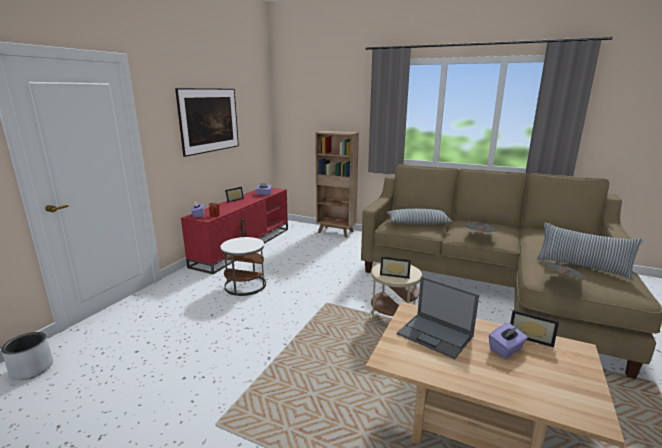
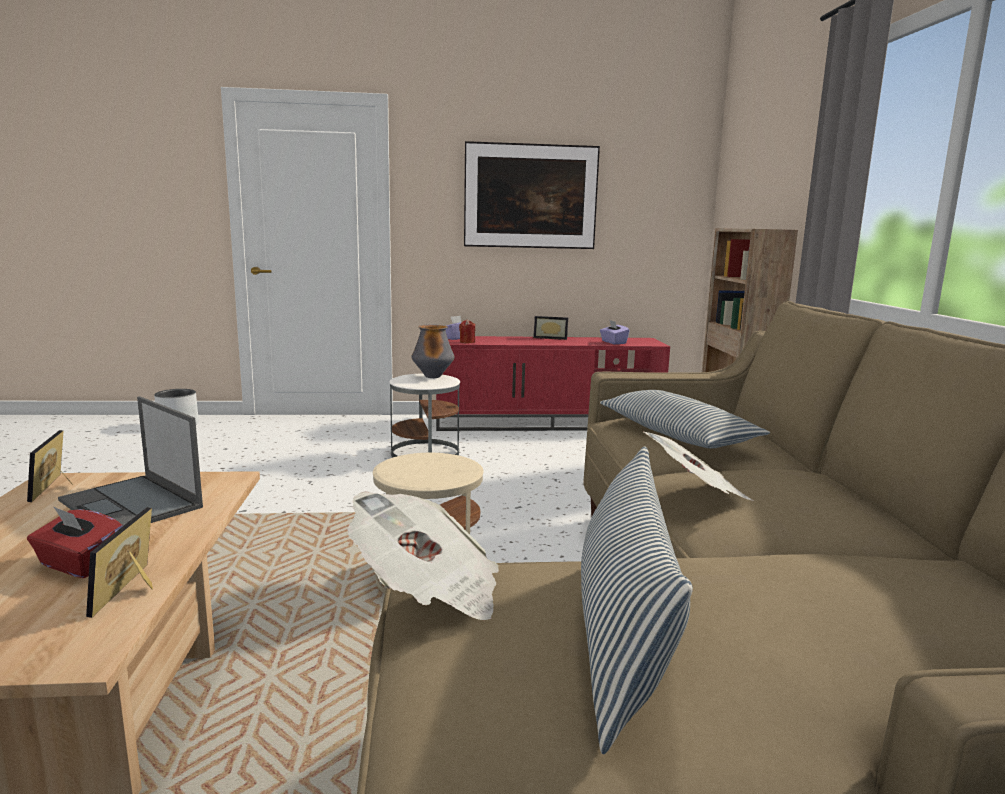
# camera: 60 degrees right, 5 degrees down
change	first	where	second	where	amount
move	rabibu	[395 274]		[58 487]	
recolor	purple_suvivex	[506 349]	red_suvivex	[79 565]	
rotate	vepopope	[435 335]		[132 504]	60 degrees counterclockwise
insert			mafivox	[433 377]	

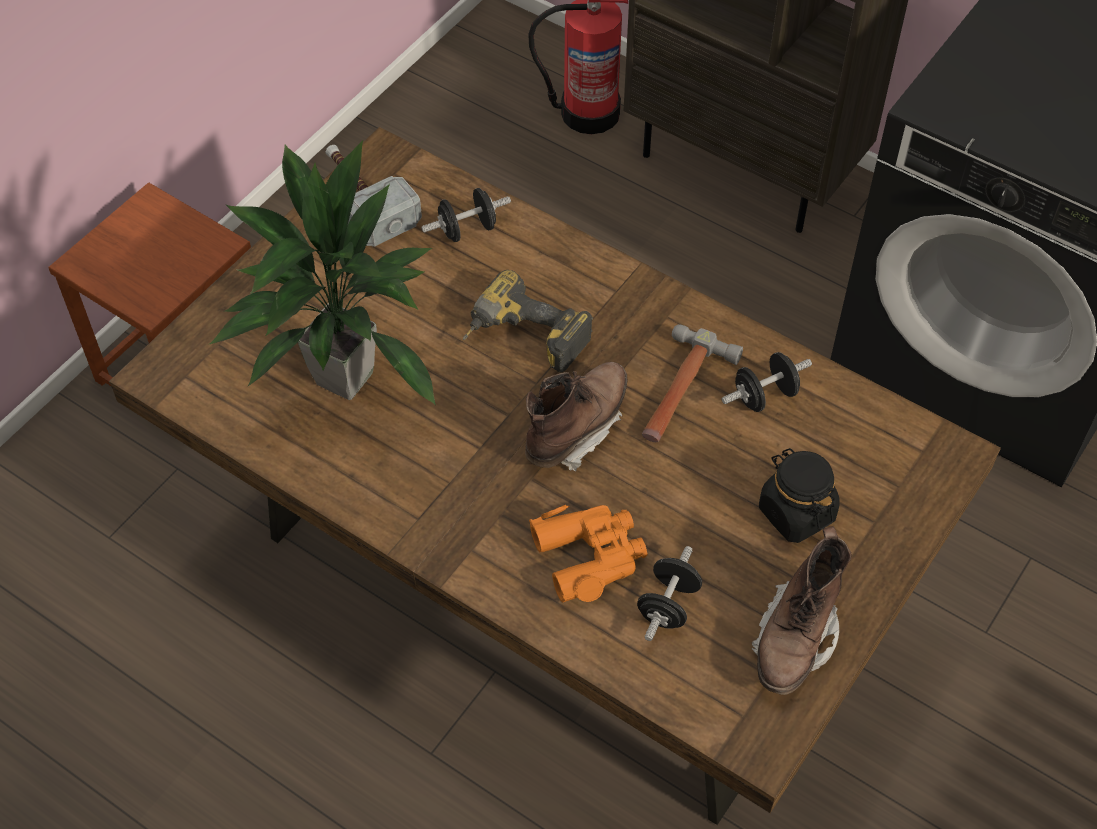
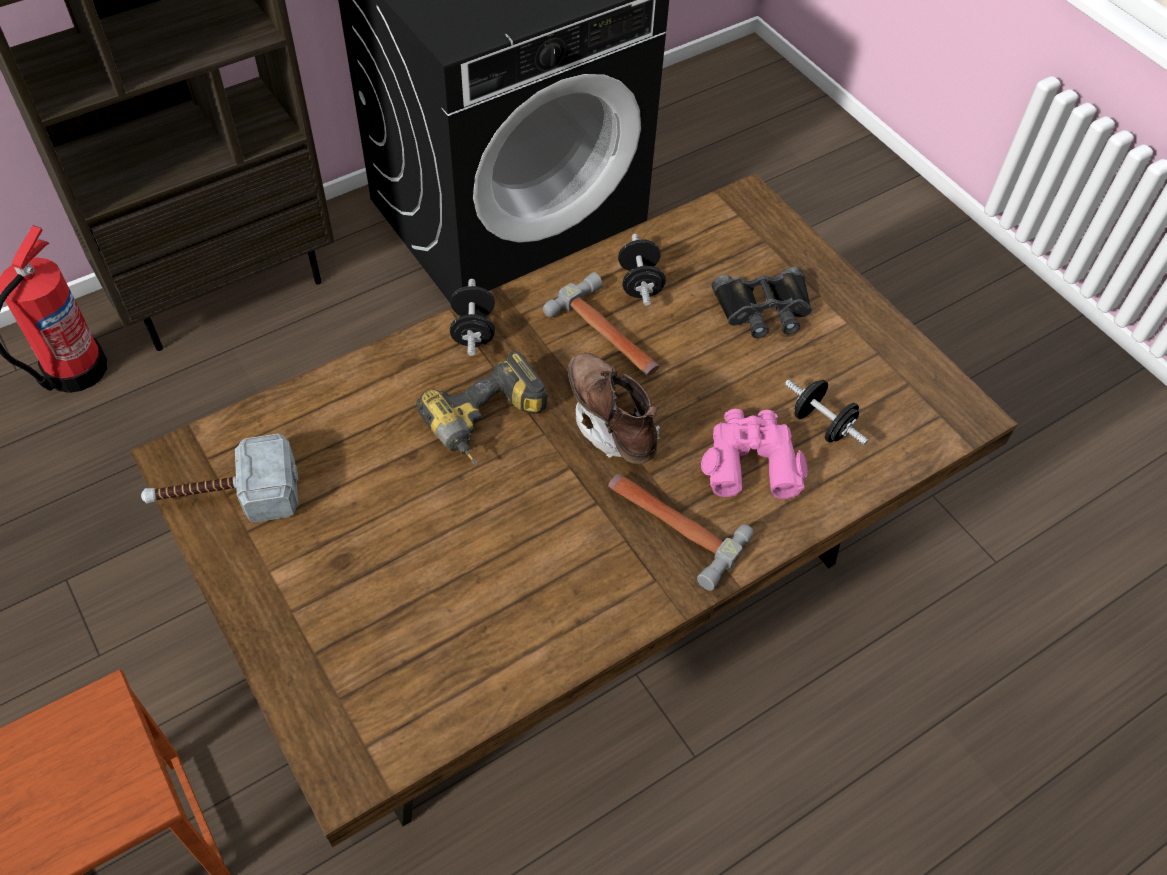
# camera: 70 degrees left, 0 degrees up
change	first	where	second	where	amount
move	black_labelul	[467 229]		[473 331]	
insert			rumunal	[671 525]	
recolor	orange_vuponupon	[590 555]	pink_vuponupon	[751 460]	
replace	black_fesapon	[796 512]	black_vuponupon	[764 309]	
delete	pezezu	[342 379]			
delete	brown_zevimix	[795 639]			

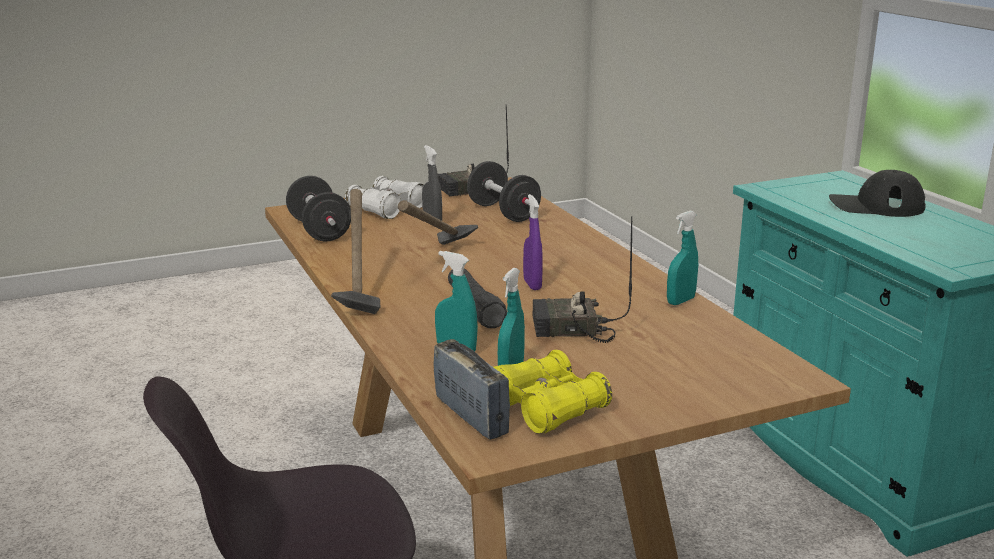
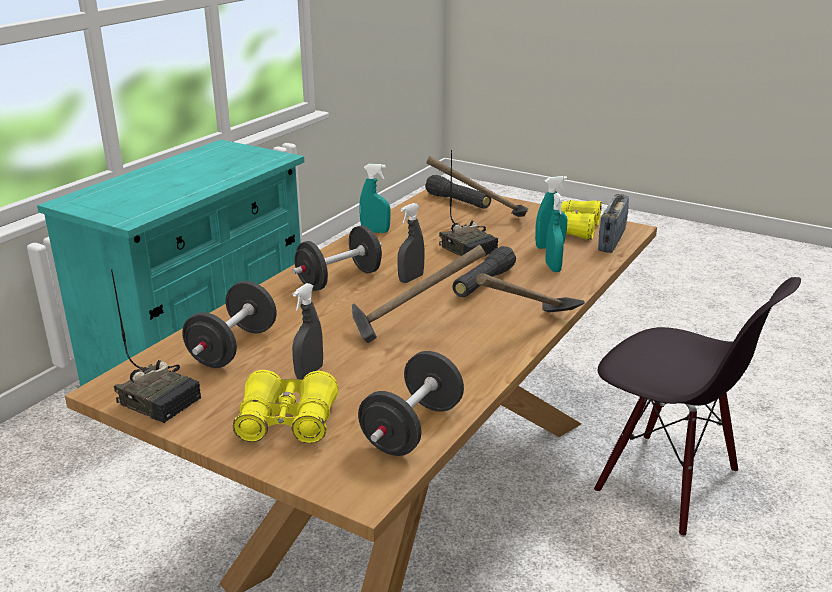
# camera: 125 degrees left, 5 degrees up
change	first	where	second	where	amount
recolor	white_vuponupon	[387 209]	yellow_vuponupon	[287 422]	
insert			black_labelul	[339 279]	
recolor	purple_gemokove	[532 284]	grey_gemokove	[411 279]	
insert			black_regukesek	[458 201]	
insert			rumunal	[481 220]	
delete	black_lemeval	[876 206]			

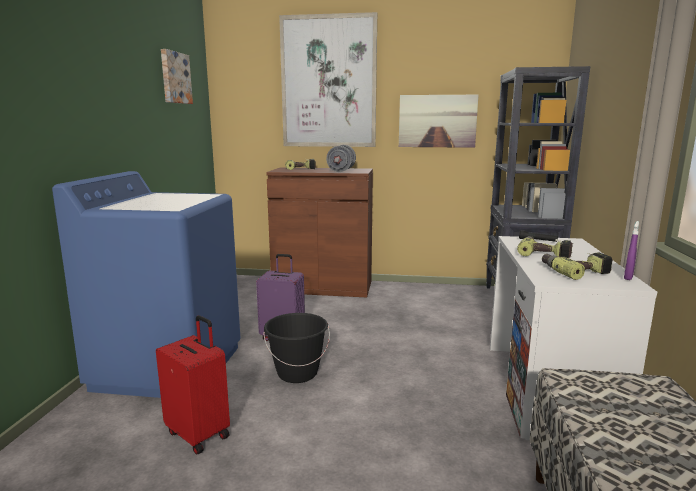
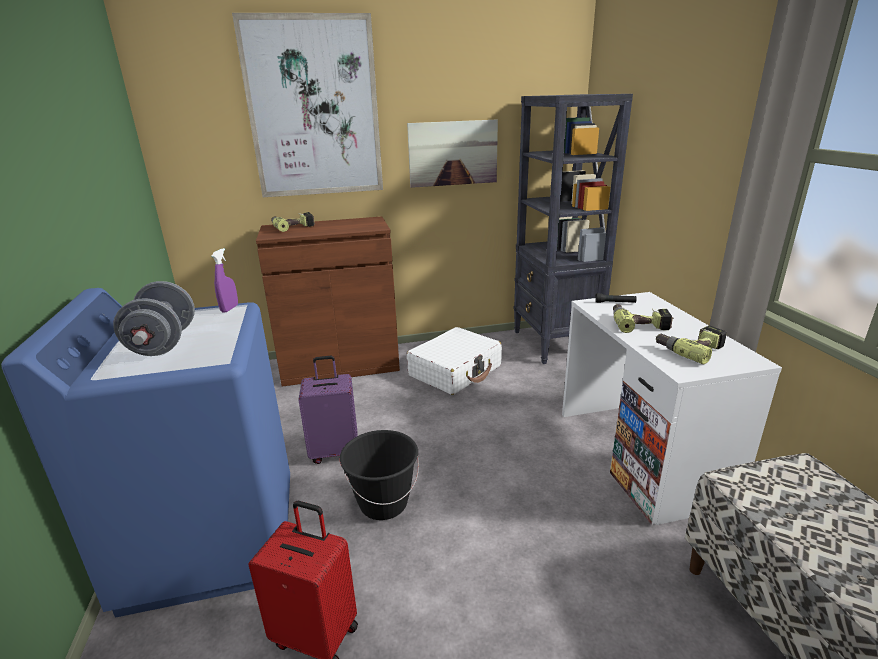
# camera: 20 degrees left, 10 degrees up
change	first	where	second	where	amount
move	grey_labelul	[341 170]		[163 343]	
move	purple_gemokove	[628 277]		[229 308]	
insert			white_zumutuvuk	[455 371]	
delete	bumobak	[174 78]			

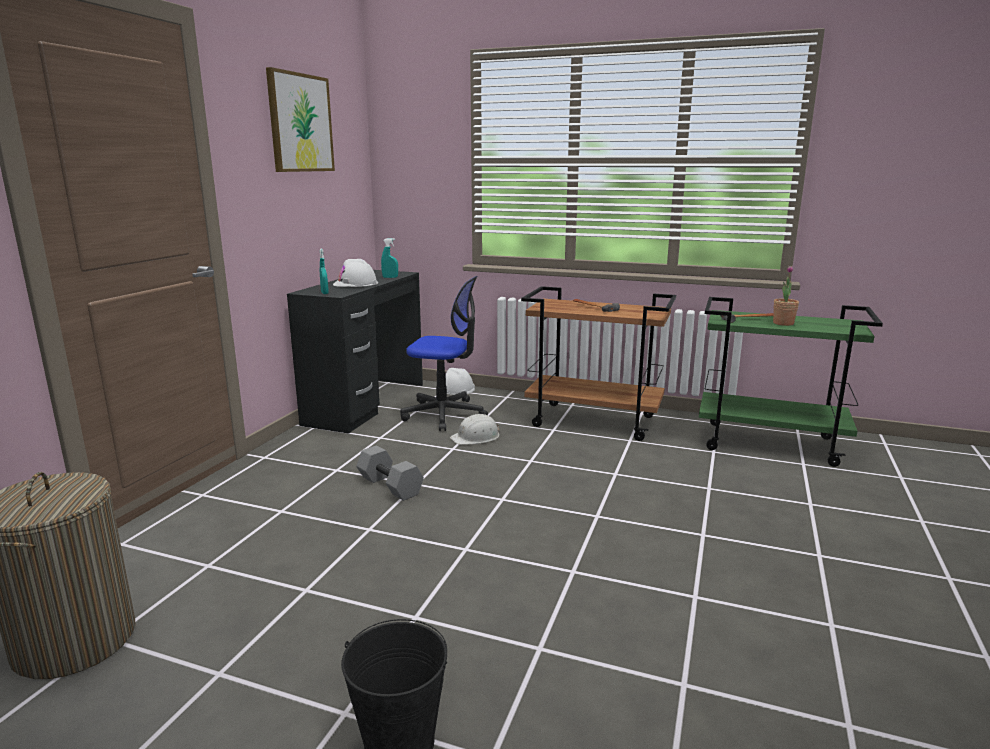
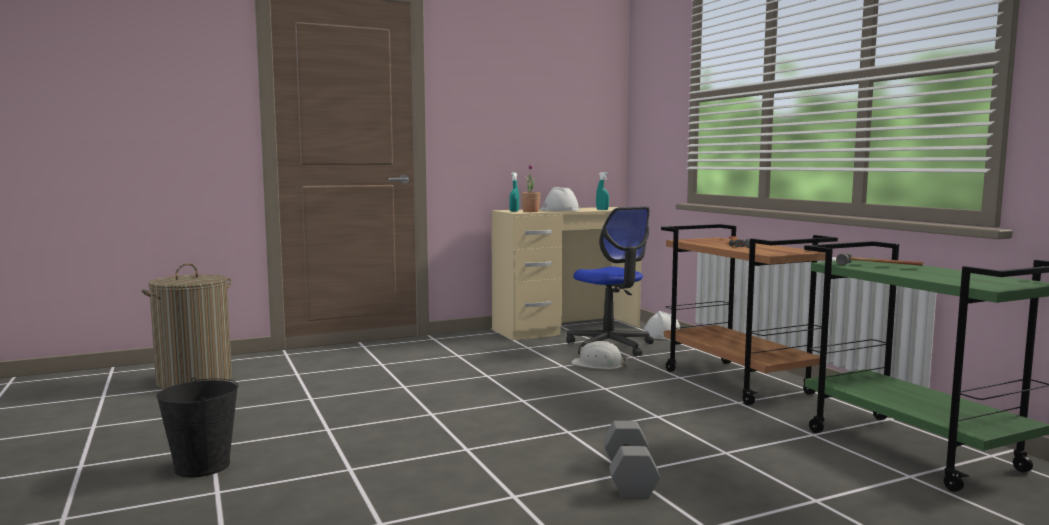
# camera: 45 degrees right, 10 degrees down
change	first	where	second	where	amount
recolor	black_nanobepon	[365 403]	beige_nanobepon	[566 328]	
move	pezezu	[783 323]		[531 211]	
move	grey_labelul	[391 486]		[631 478]	
delete	bumobak	[300 123]			

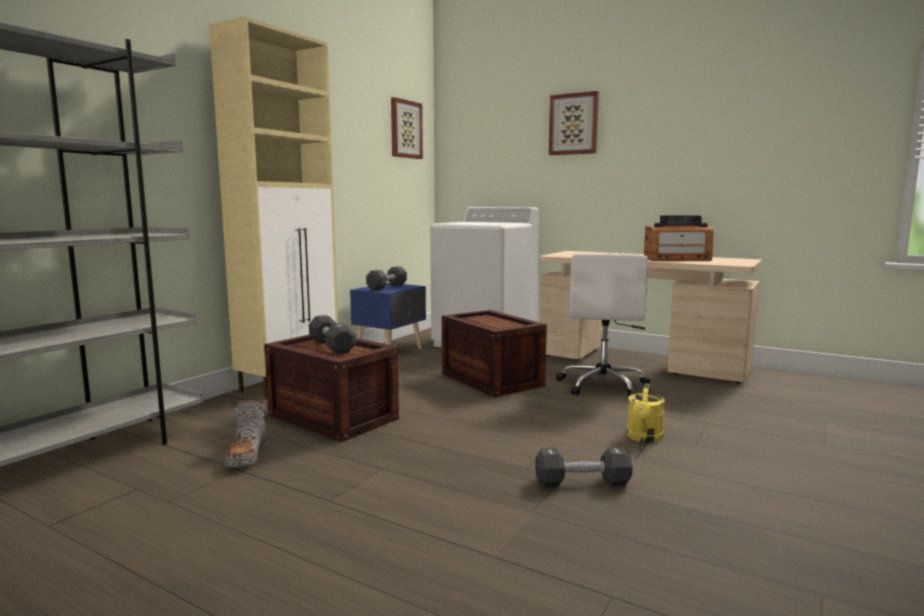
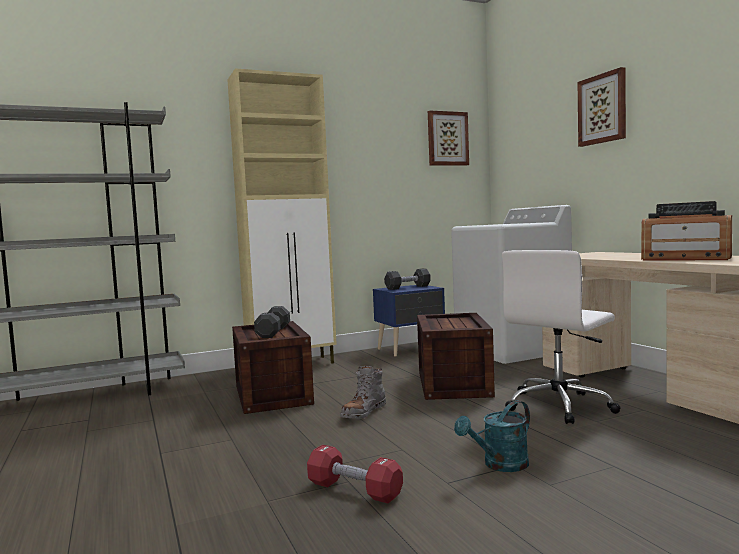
# camera: 35 degrees right, 5 degrees down
change	first	where	second	where	amount
recolor	black_labelul	[582 483]	red_labelul	[354 490]	
move	grey_zevimix	[247 455]		[363 412]	
recolor	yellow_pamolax	[644 438]	turquoise_pamolax	[500 465]	

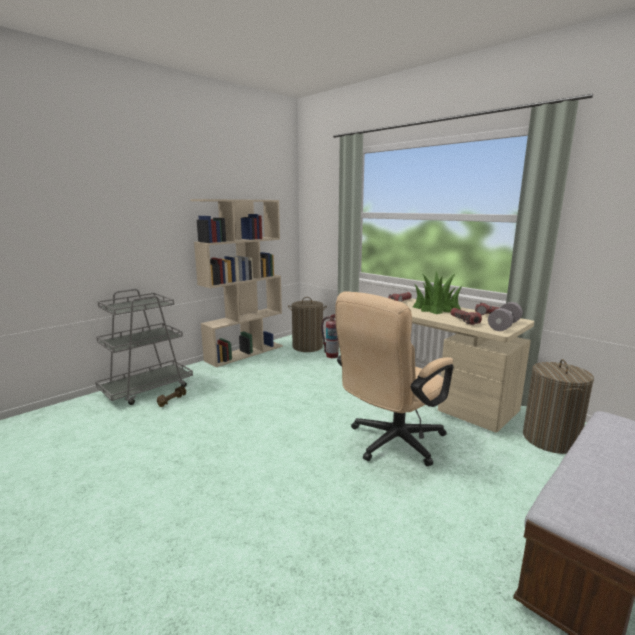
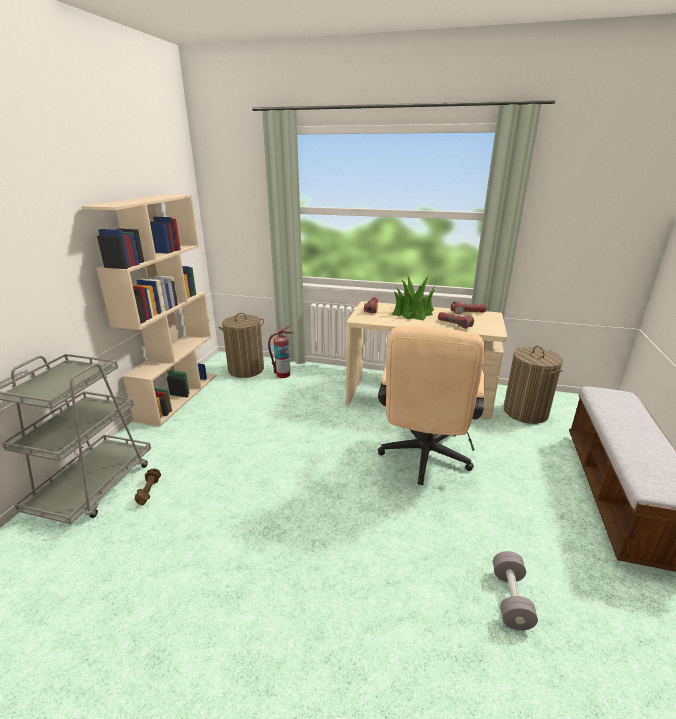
# camera: 30 degrees left, 10 degrees up
change	first	where	second	where	amount
move	grey_labelul	[504 326]		[510 599]	

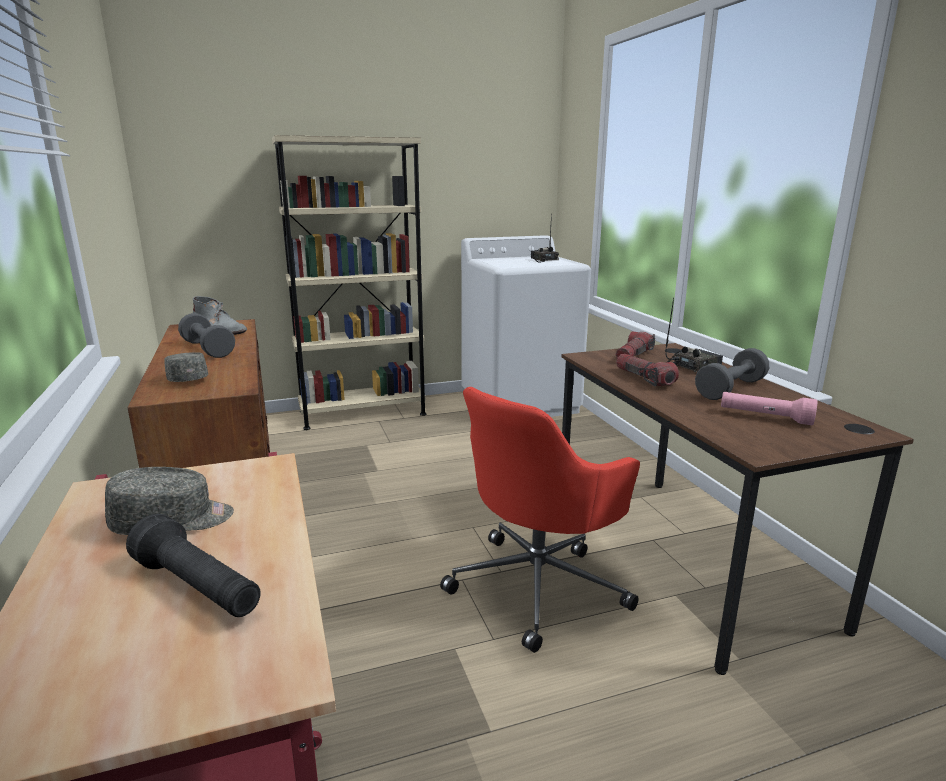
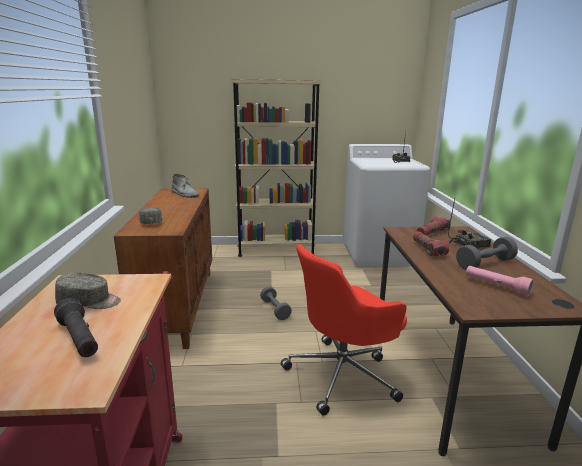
# camera: 15 degrees right, 0 degrees up
change	first	where	second	where	amount
move	grey_labelul	[208 349]		[275 309]	

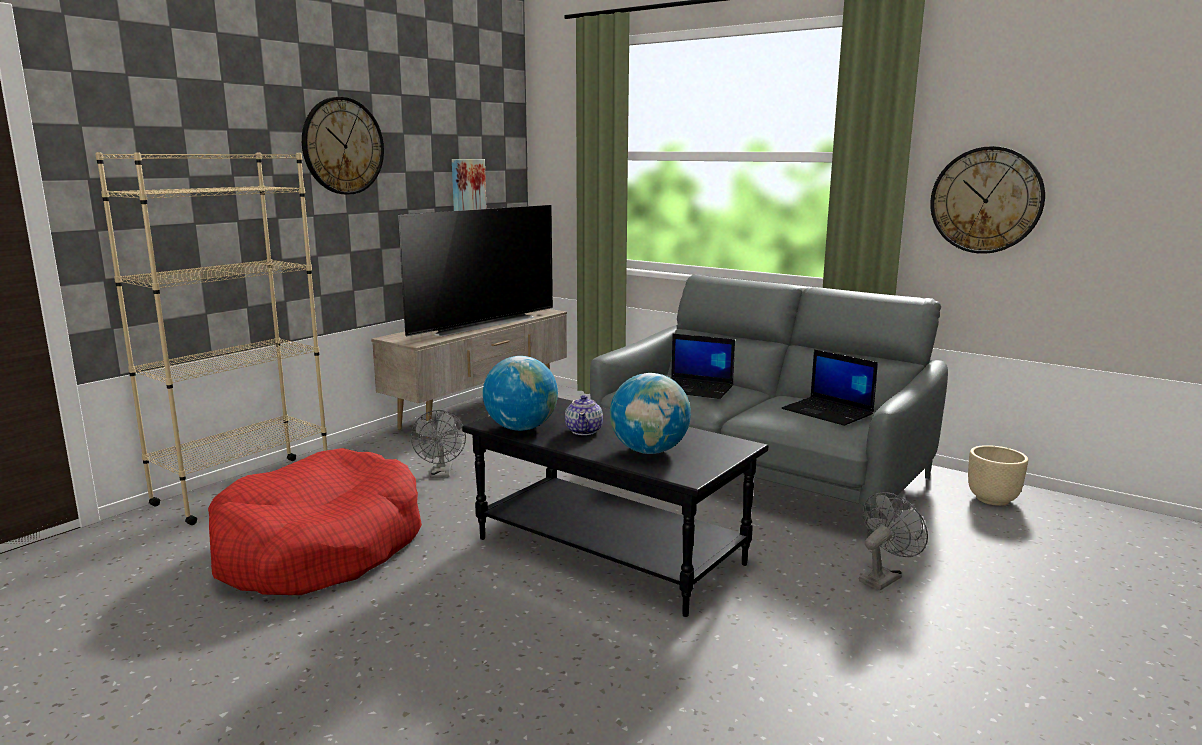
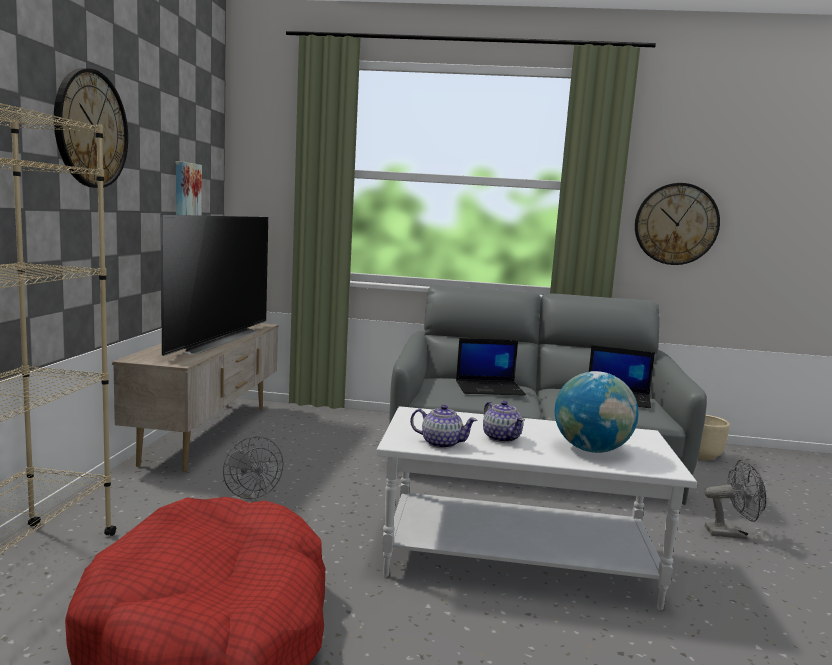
# camera: 30 degrees left, 5 degrees down
change	first	where	second	where	amount
recolor	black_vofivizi	[611 551]	white_vofivizi	[518 559]	
replace	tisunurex	[521 428]	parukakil	[441 443]	
rotate	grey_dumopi	[883 577]		[731 533]	75 degrees clockwise

